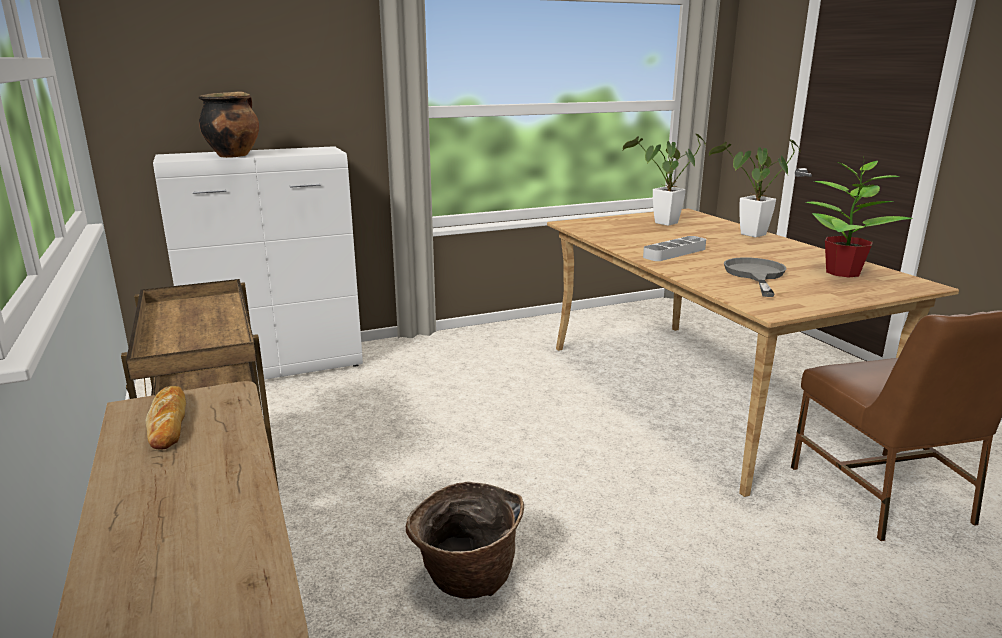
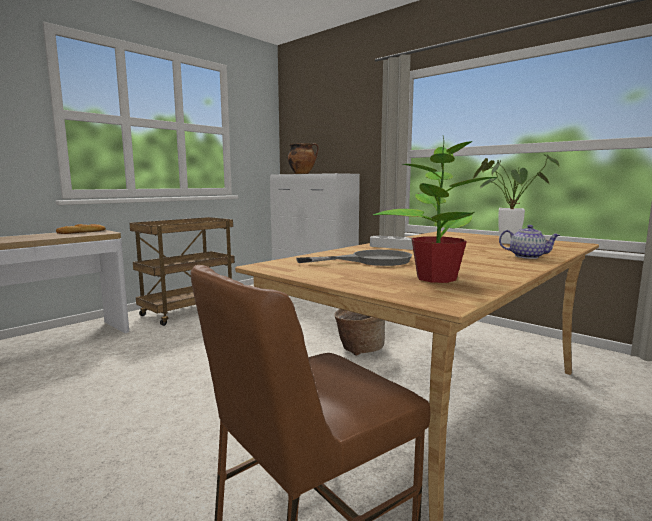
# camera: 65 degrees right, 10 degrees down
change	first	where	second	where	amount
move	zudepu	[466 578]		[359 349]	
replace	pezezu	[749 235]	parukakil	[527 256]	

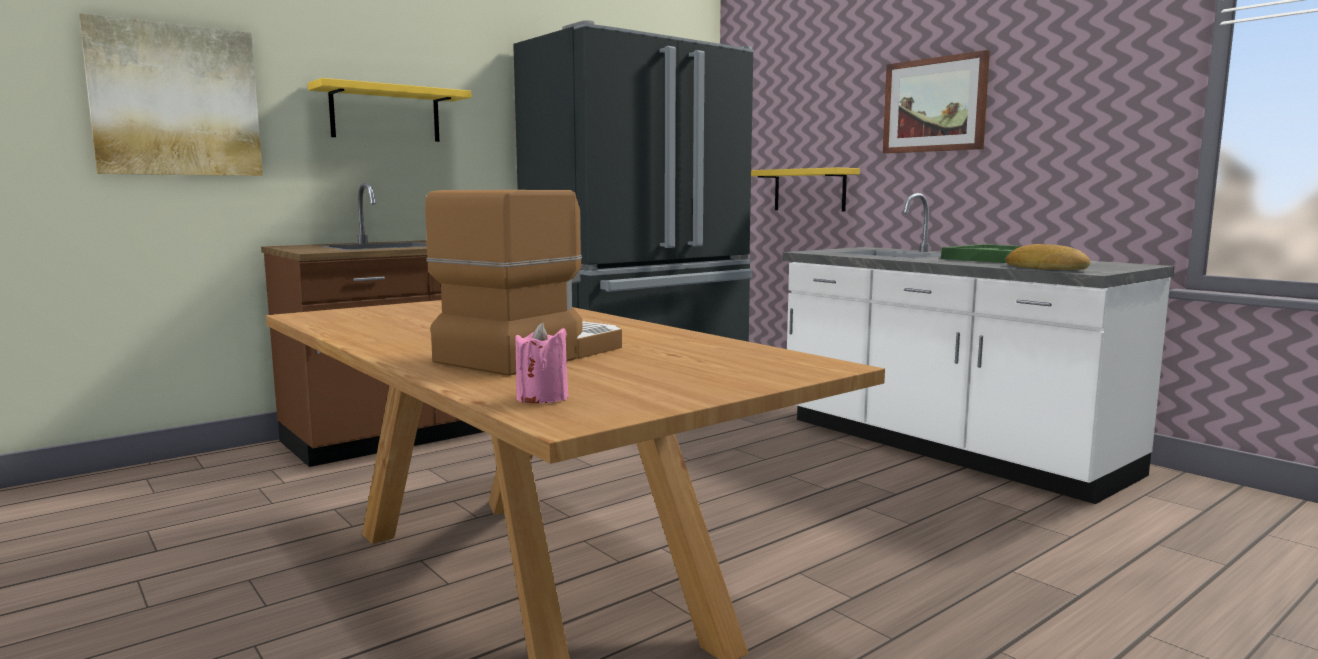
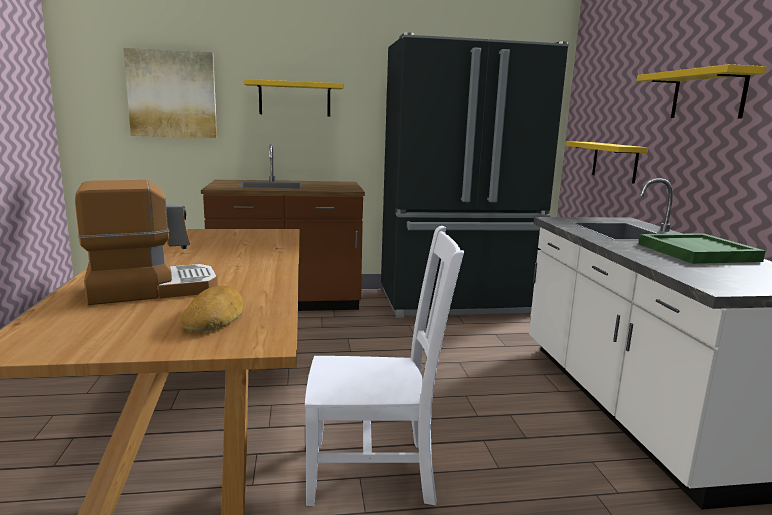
# camera: 30 degrees right, 5 degrees up
change	first	where	second	where	amount
move	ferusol	[1046 268]		[215 317]	
insert			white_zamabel	[376 471]	
replace	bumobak	[934 105]	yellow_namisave	[707 95]	
delete	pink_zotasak	[542 398]			

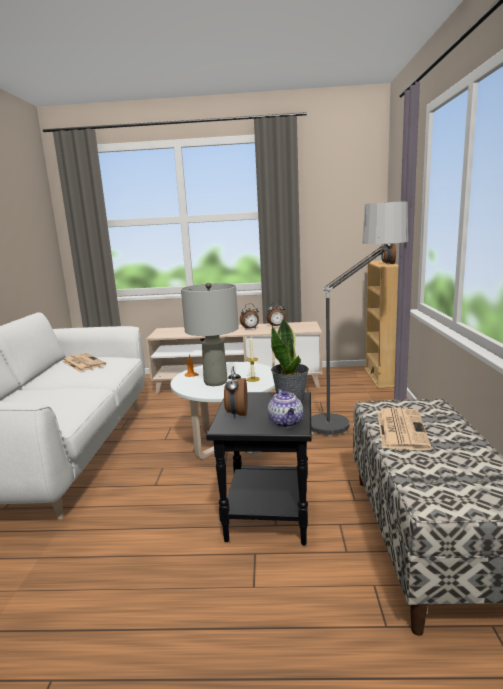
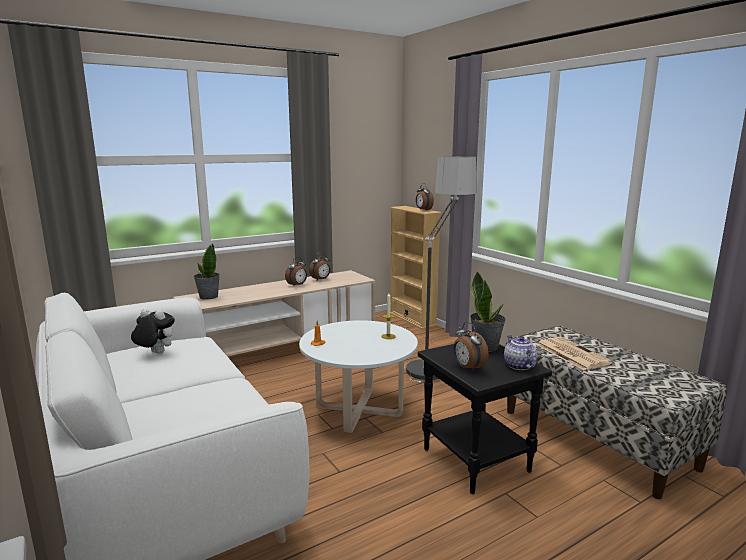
# camera: 35 degrees left, 0 degrees up
change	first	where	second	where	amount
replace	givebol	[82 363]	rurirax	[155 353]	
insert			pezezu	[208 297]	
rotate	parukakil	[286 423]		[518 365]	150 degrees counterclockwise
delete	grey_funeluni	[216 382]			

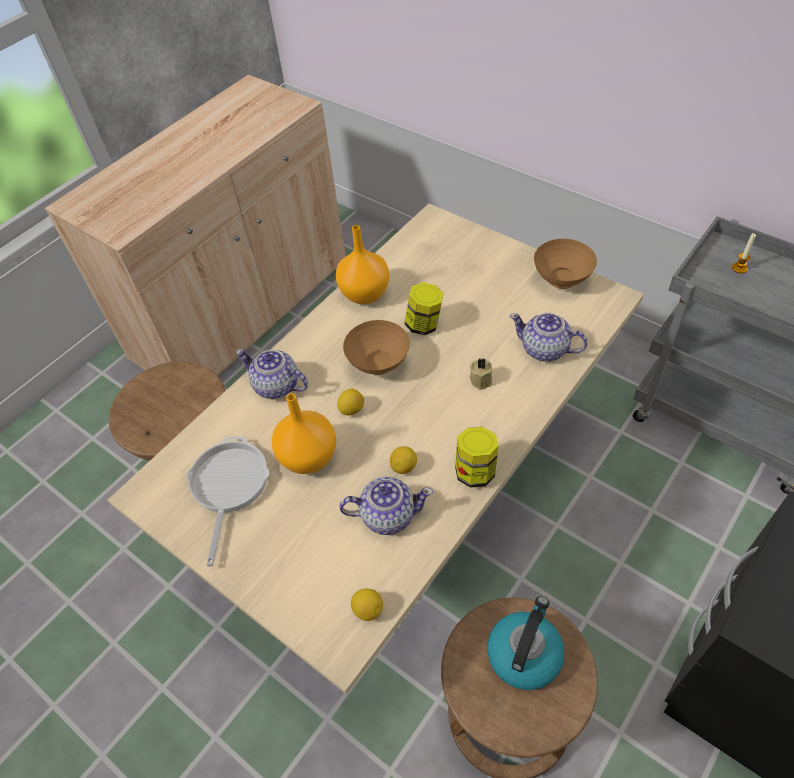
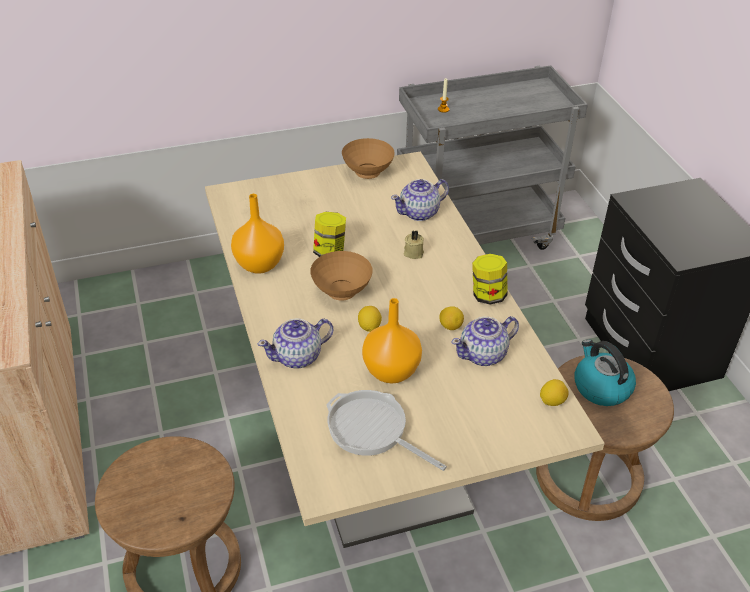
# camera: 60 degrees left, 10 degrees down
change	first	where	second	where	amount
rotate	parukakil	[387 515]		[483 354]	150 degrees counterclockwise

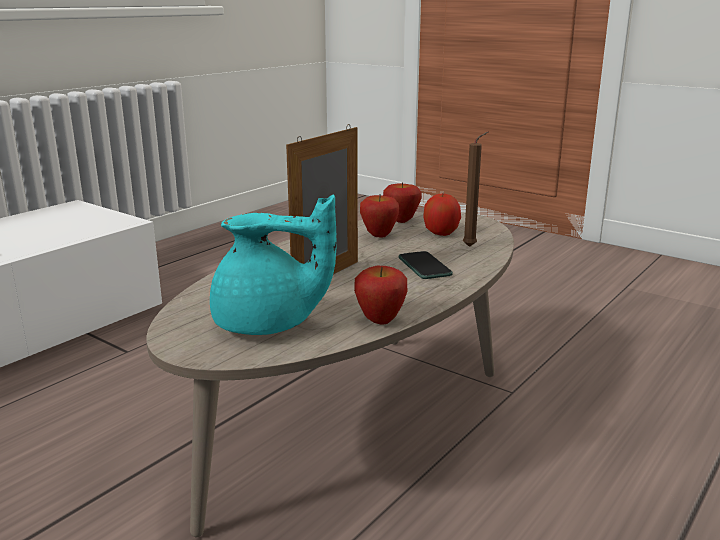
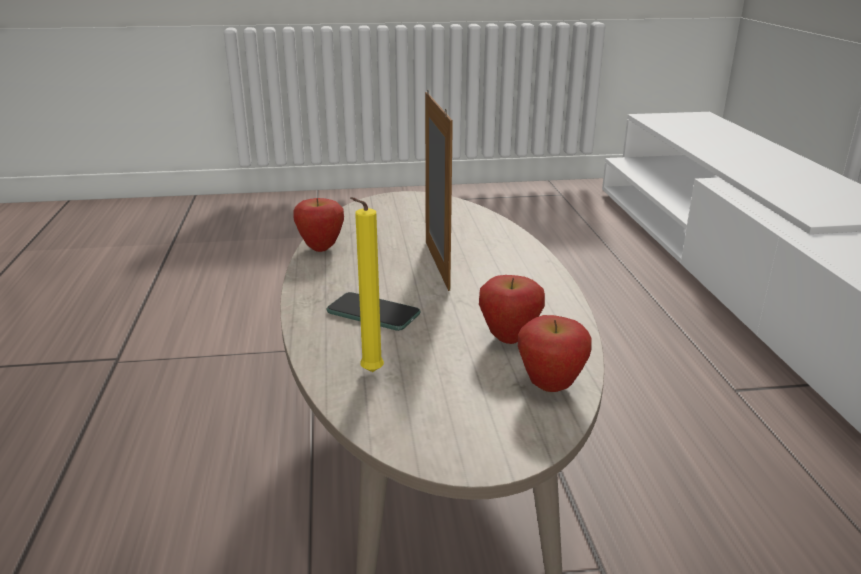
# camera: 135 degrees right, 5 degrees up
change	first	where	second	where	amount
recolor	brown_zotasak	[471 246]	yellow_zotasak	[369 373]	
delete	turquoise_parukakil	[268 325]			
delete	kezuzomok	[441 233]			

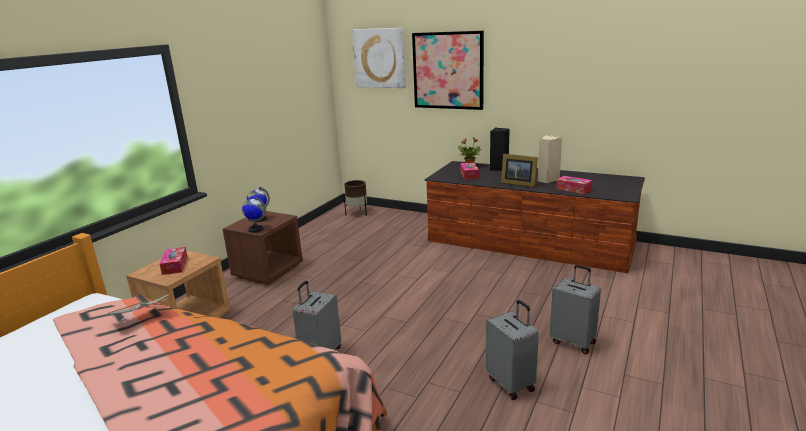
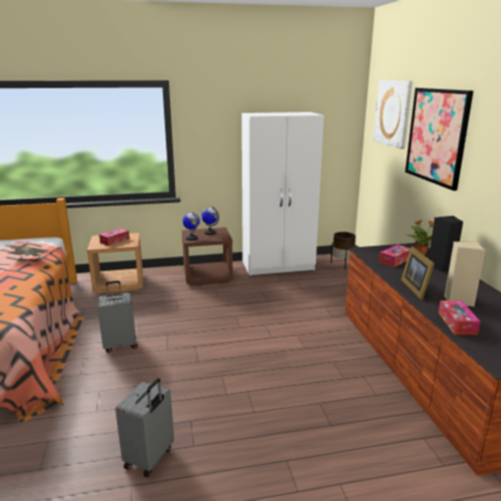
# camera: 50 degrees right, 0 degrees up
change	first	where	second	where	amount
insert			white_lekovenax	[279 266]	
delete	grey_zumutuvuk	[573 342]			

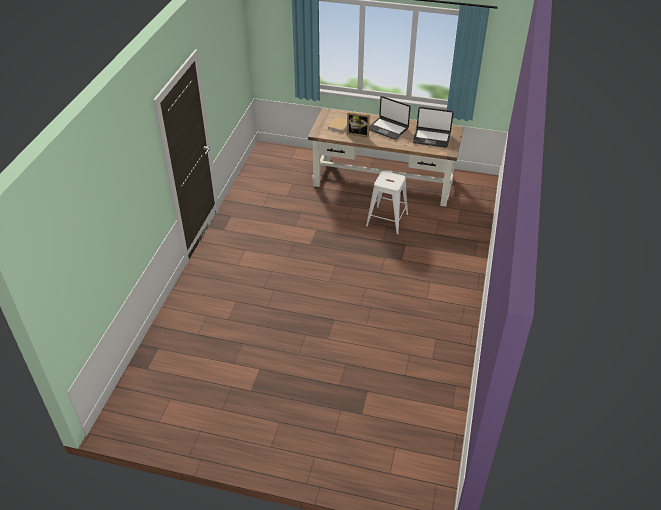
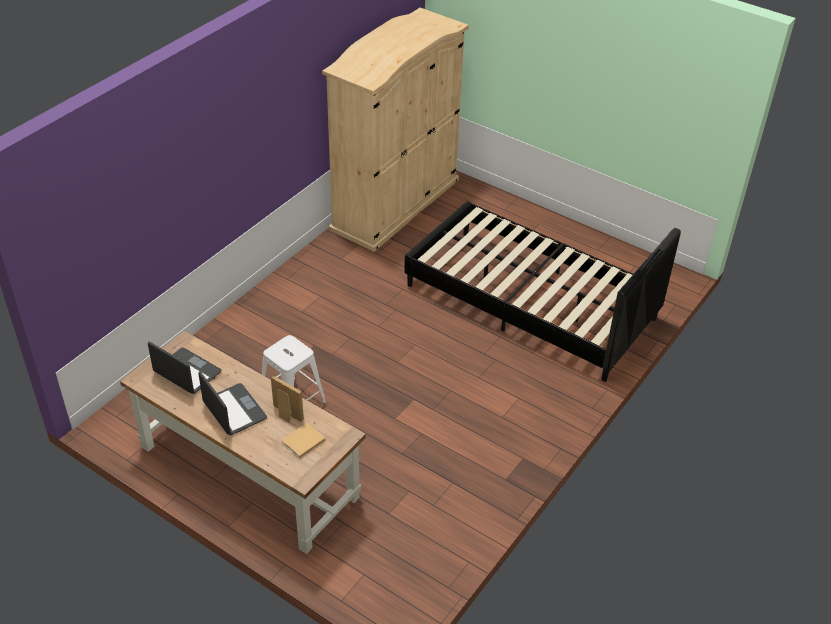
# camera: 160 degrees left, 0 degrees up
change	first	where	second	where	amount
insert			beige_lekovenax	[395 204]	
insert			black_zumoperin	[530 302]	

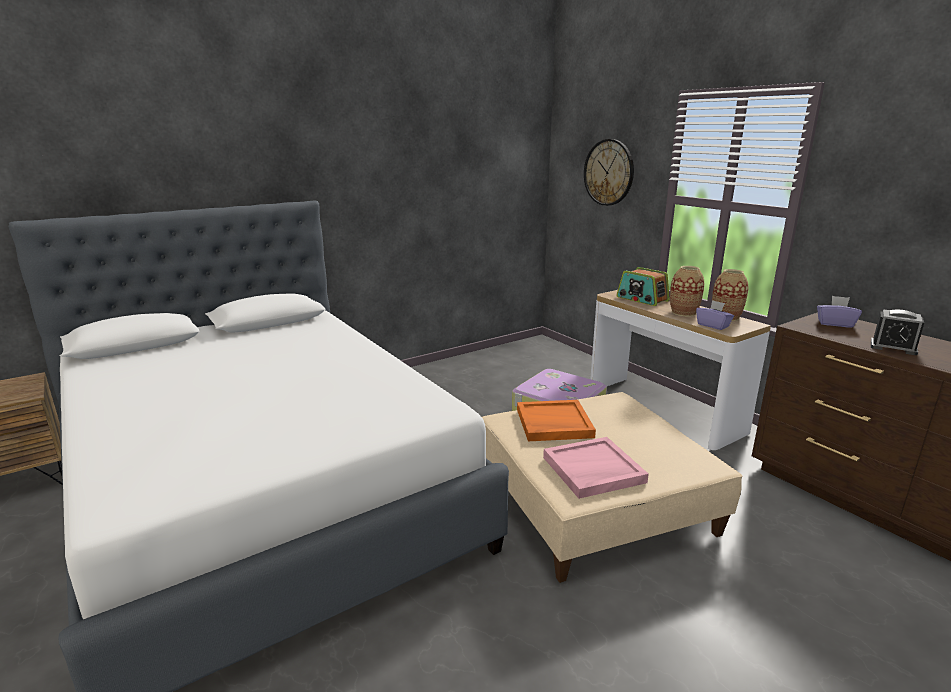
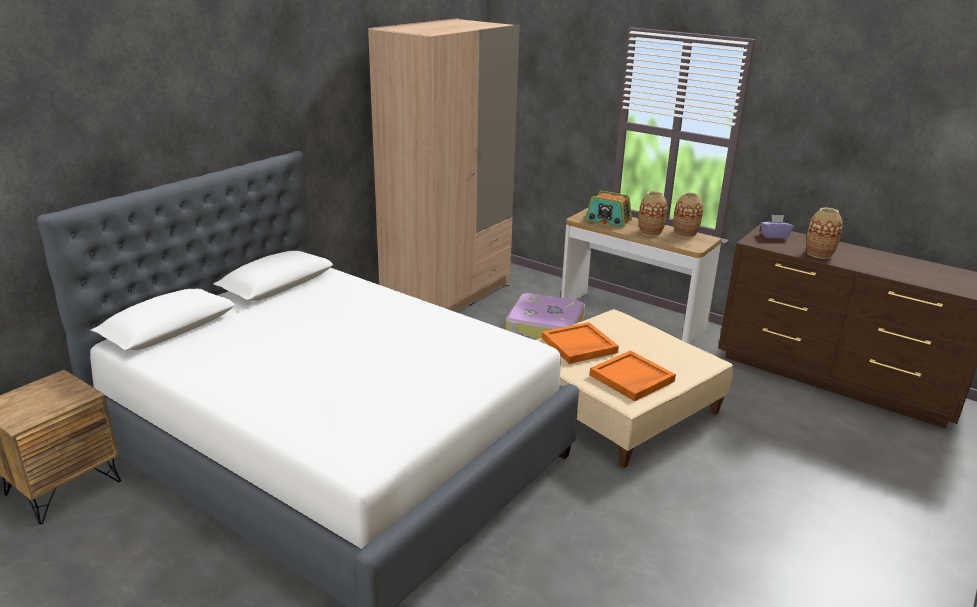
# camera: 20 degrees left, 5 degrees up
change	first	where	second	where	amount
insert			beige_lekovenax	[447 296]	
recolor	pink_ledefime	[593 470]	orange_ledefime	[631 378]	
replace	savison	[893 347]	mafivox	[819 254]	
delete	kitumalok	[609 172]			
delete	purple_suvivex	[713 325]			

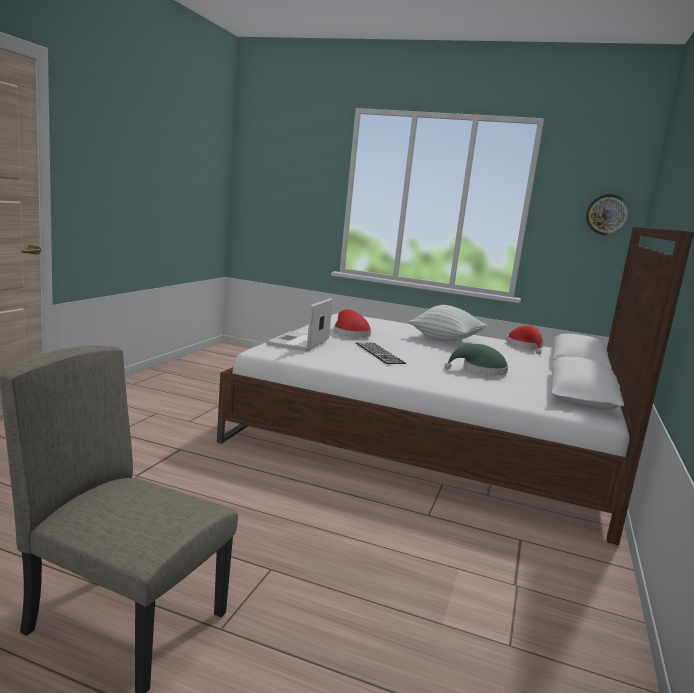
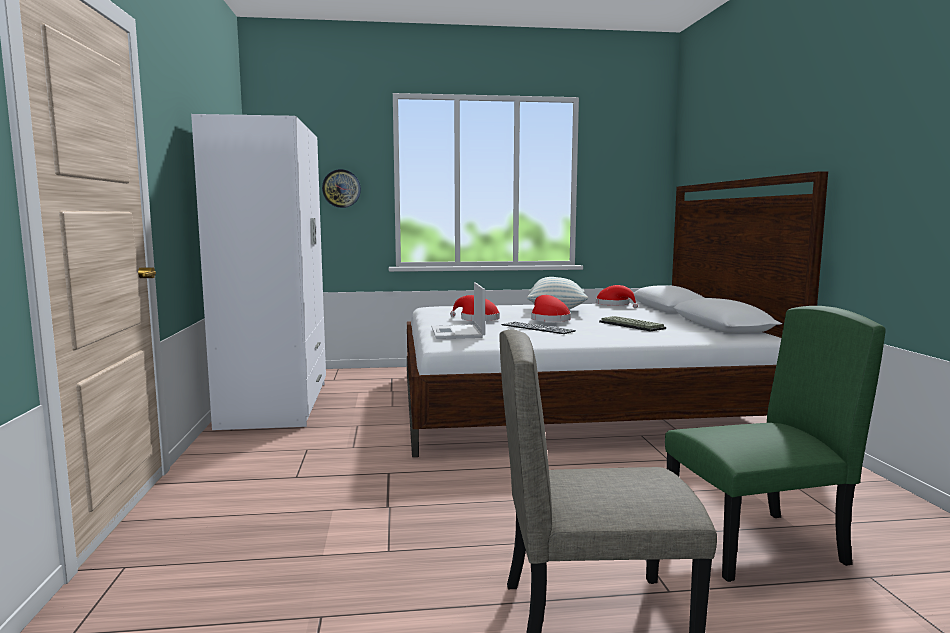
# camera: 25 degrees left, 5 degrees down
change	first	where	second	where	amount
insert			white_lekovenax	[277 404]	
move	kitumalok	[607 214]		[341 188]	
insert			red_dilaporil	[548 319]	
replace	green_dilaporil	[480 370]	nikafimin	[633 325]	
insert			green_zamabel	[755 545]	

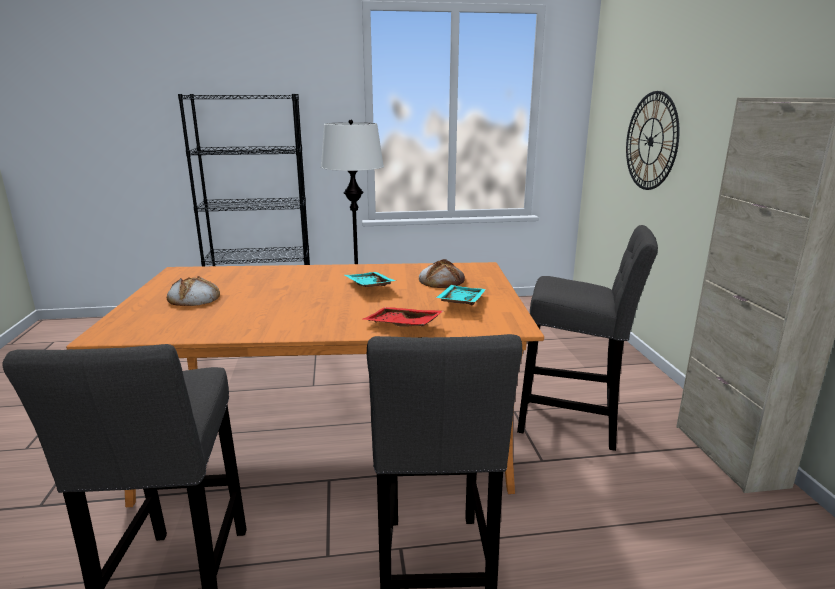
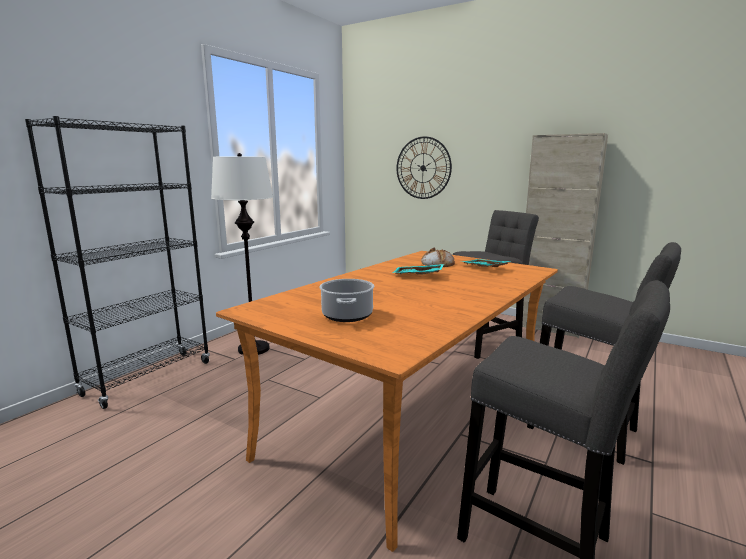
# camera: 50 degrees left, 5 degrees down
change	first	where	second	where	amount
replace	ferusol	[193 298]	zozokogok	[347 316]	
delete	red_ledefime	[402 326]			

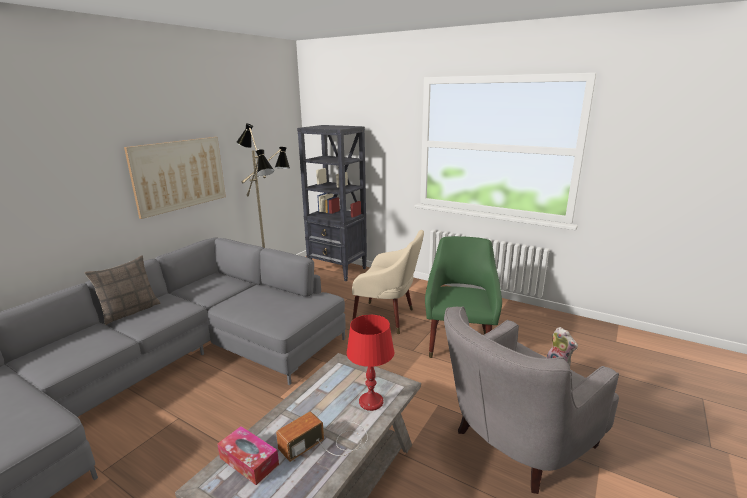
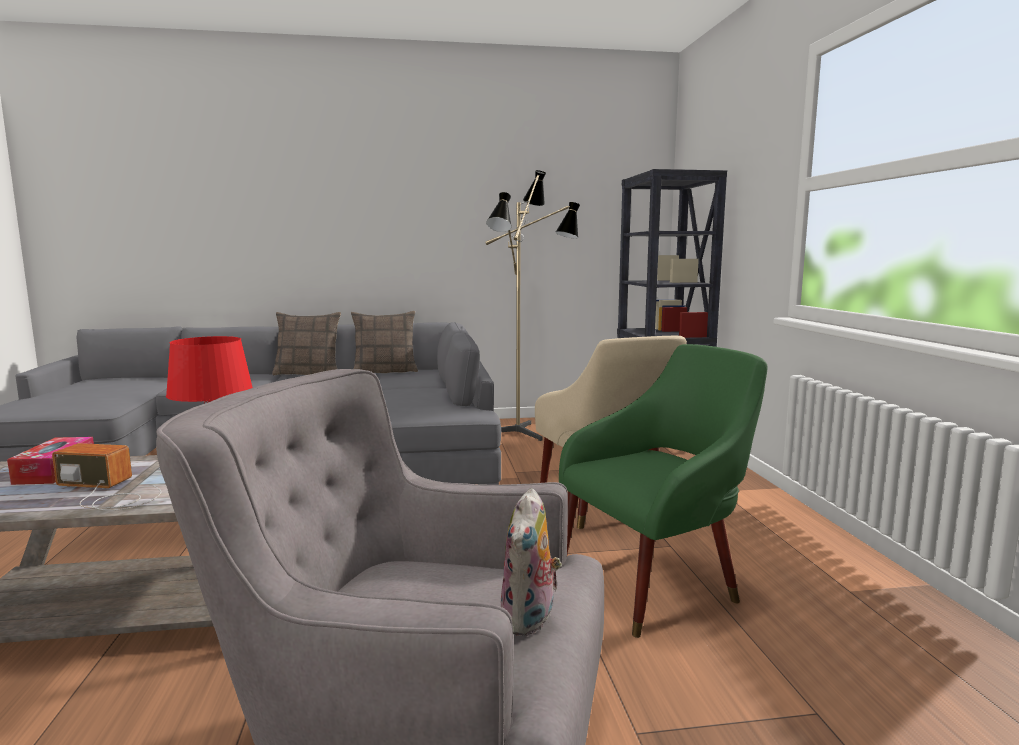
# camera: 50 degrees right, 10 degrees down
change	first	where	second	where	amount
insert			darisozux	[385 371]	
delete	bumobak	[179 174]			

